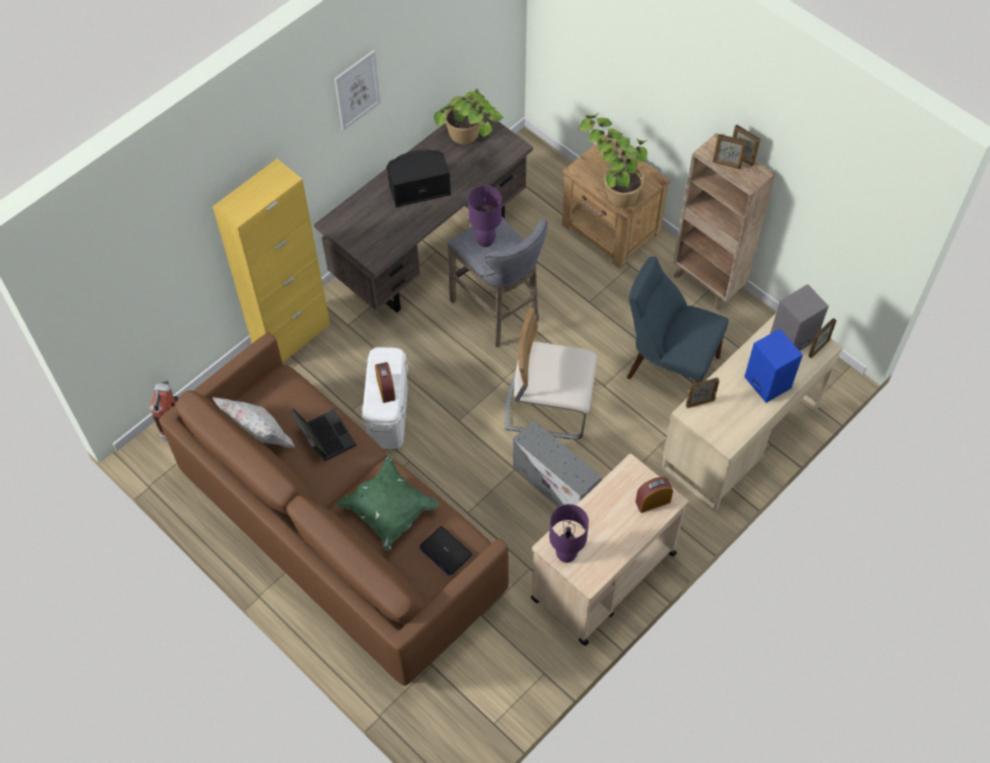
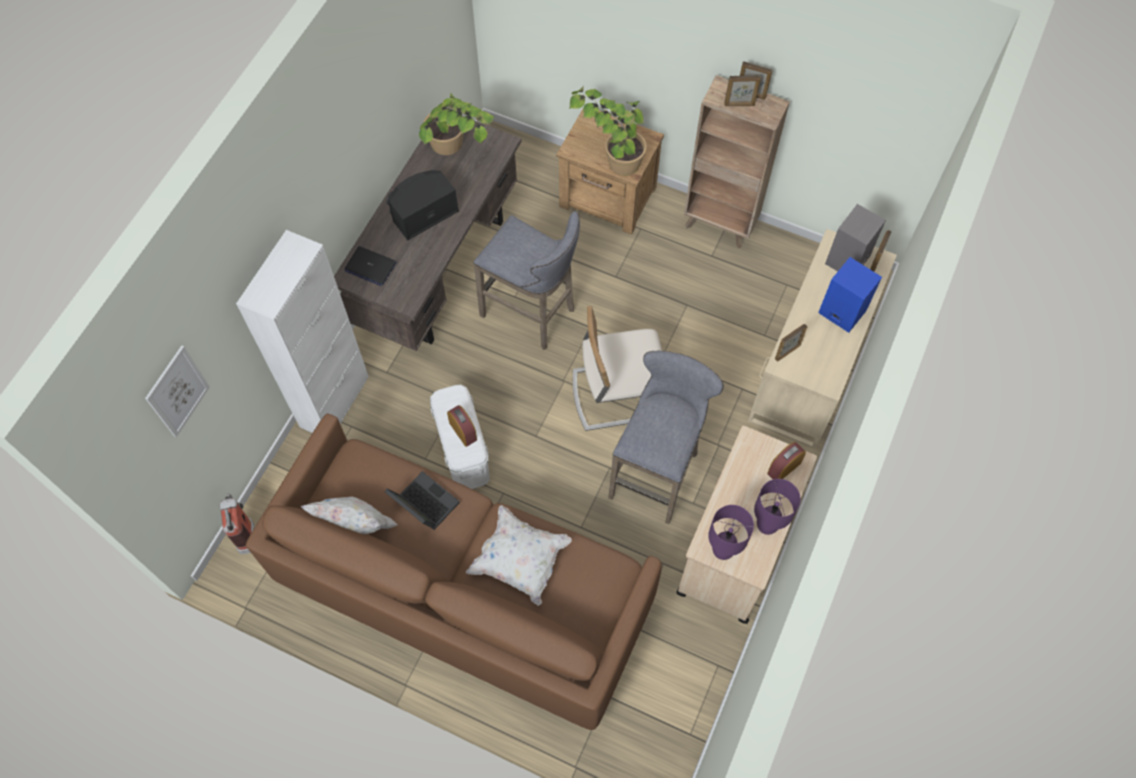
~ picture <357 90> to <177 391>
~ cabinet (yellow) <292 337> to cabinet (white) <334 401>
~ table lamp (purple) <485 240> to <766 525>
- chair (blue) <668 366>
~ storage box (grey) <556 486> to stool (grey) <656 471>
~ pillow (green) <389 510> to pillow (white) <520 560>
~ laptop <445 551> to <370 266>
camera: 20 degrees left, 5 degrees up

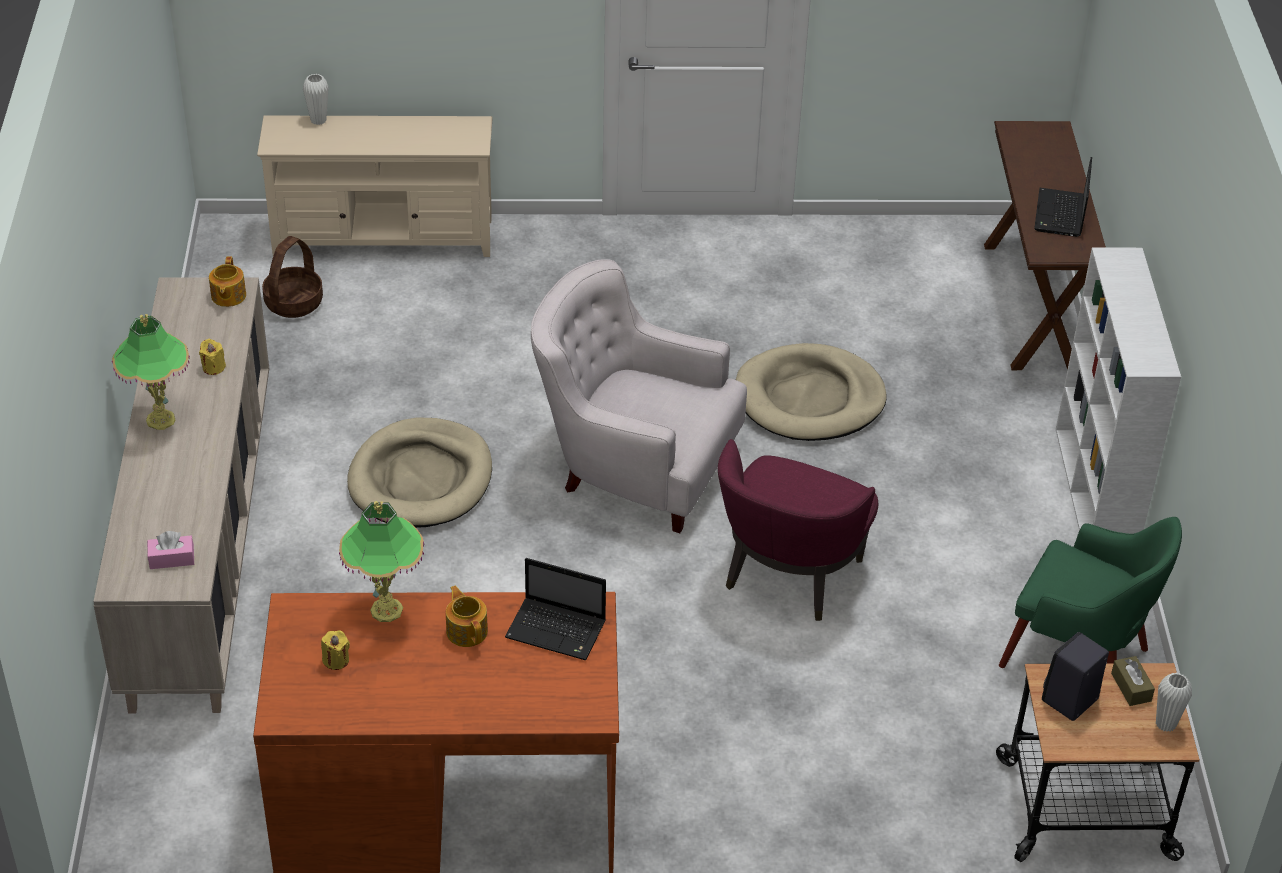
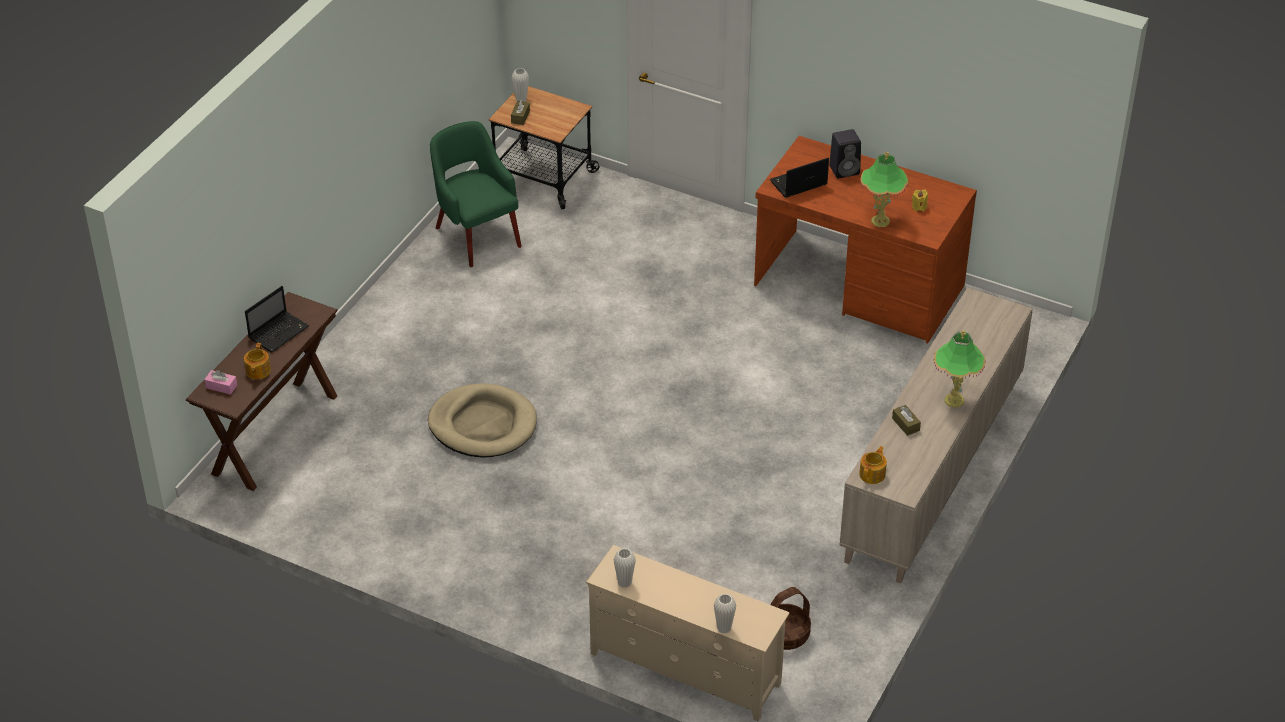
- bookcase (white) <1095 494>
- armchair (white) <633 466>
~ candle (yellow) <213 367> to tissue box (brown) <905 424>
- dog bed (beige) <421 479>
- armchair (purple) <789 576>
~ tissue box (pink) <172 559> to <221 386>
~ laptop <558 630> = <798 184> 75 degrees counterclockwise
~ teapot <467 630> to <257 371>
~ speaker (black) <1069 701> to <845 170>
+ vase (white) <624 582>
camera: 150 degrees left, 0 degrees up

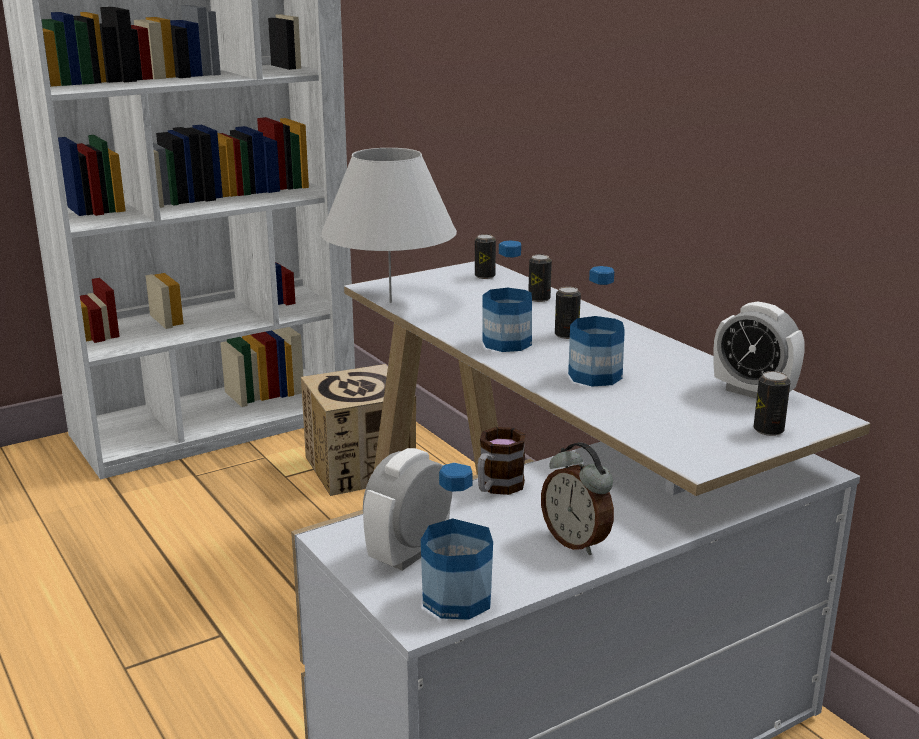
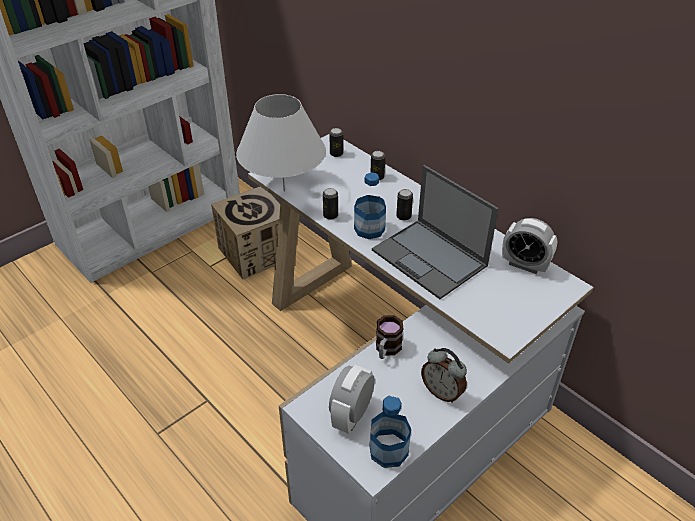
~ bottle <595 376> to laptop <430 258>
~ can <768 430> to <330 215>
camera: 10 degrees left, 20 degrees up

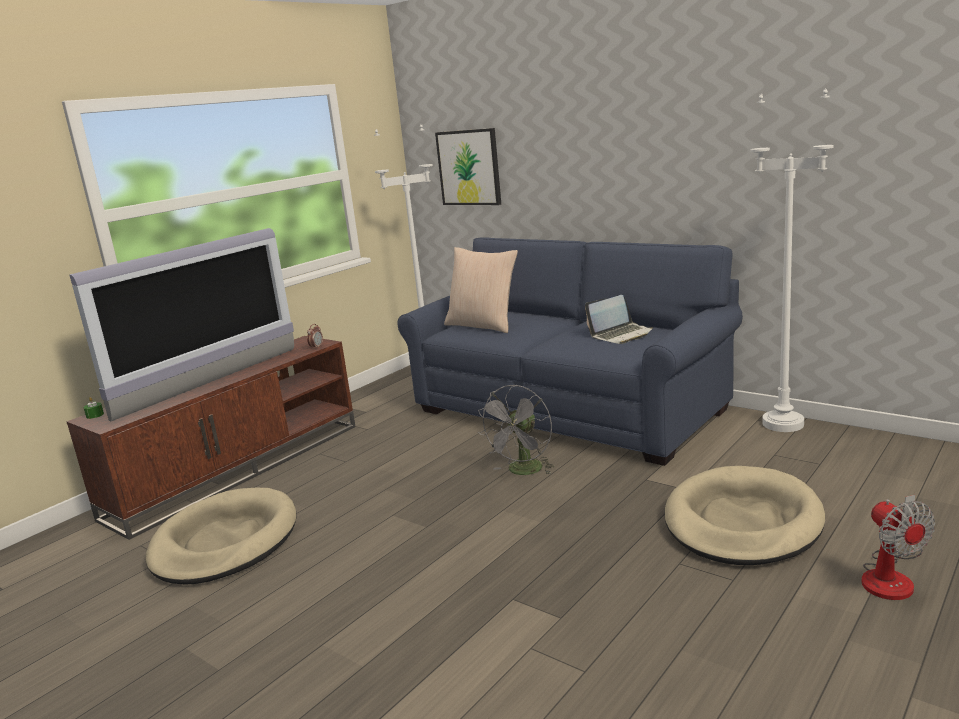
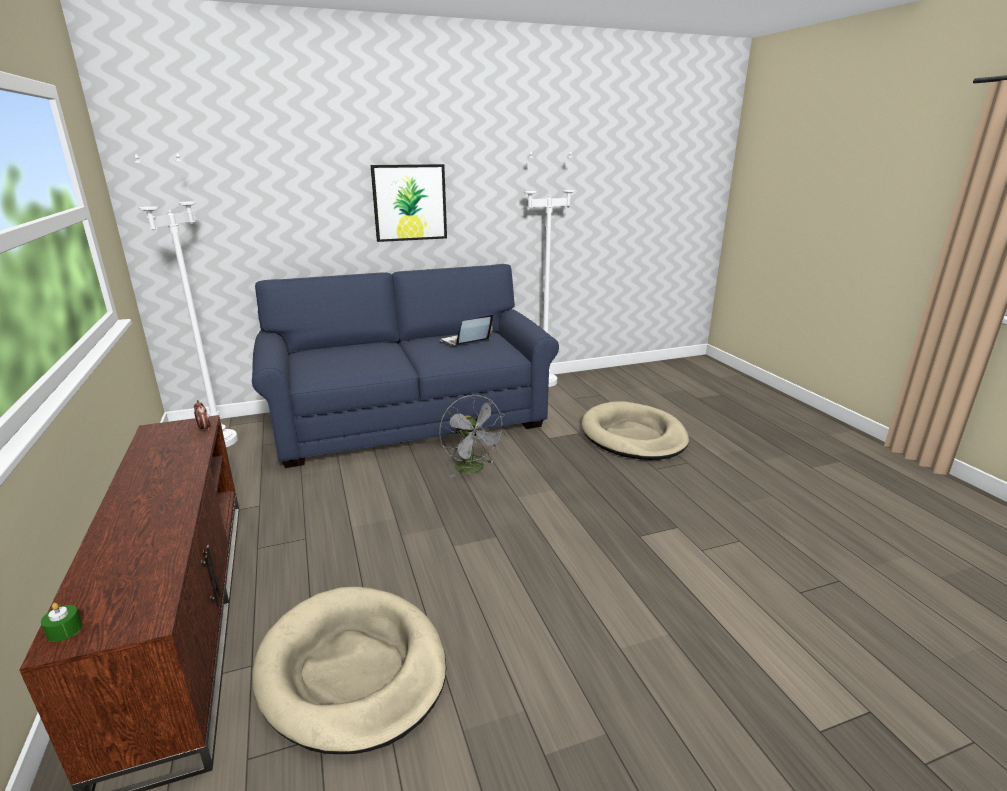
~ picture <469 167> to <409 202>
- television <212 381>
- pillow (beige) <483 325>
~ laptop <621 335> = <465 342> 135 degrees counterclockwise
- fan <891 576>
camera: 60 degrees left, 5 degrees up

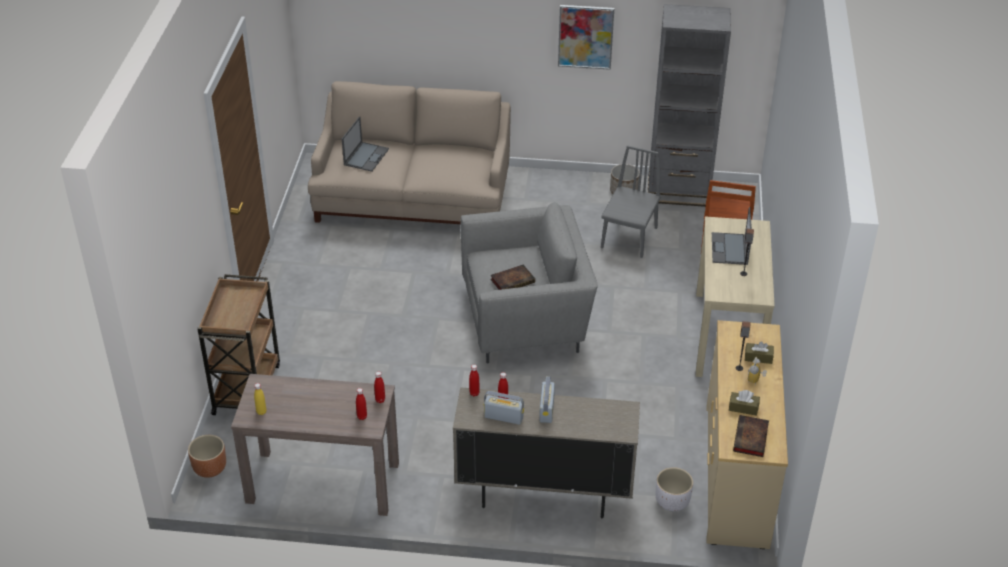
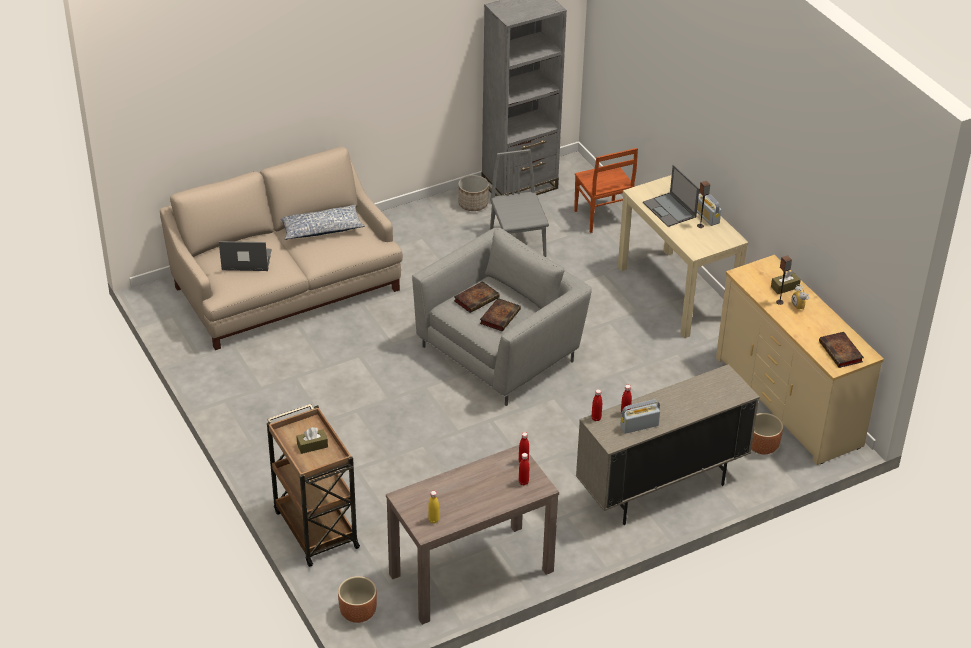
- picture <585 36>
~ laptop <366 156> = <246 260> 75 degrees counterclockwise
~ radio <546 409> to <706 216>
~ tissue box (brown) <743 408> to <312 445>
~ planter (white) <672 502> to planter (brown) <762 447>
+ pillow <321 229>
+ book <477 299>
camera: 35 degrees left, 0 degrees up

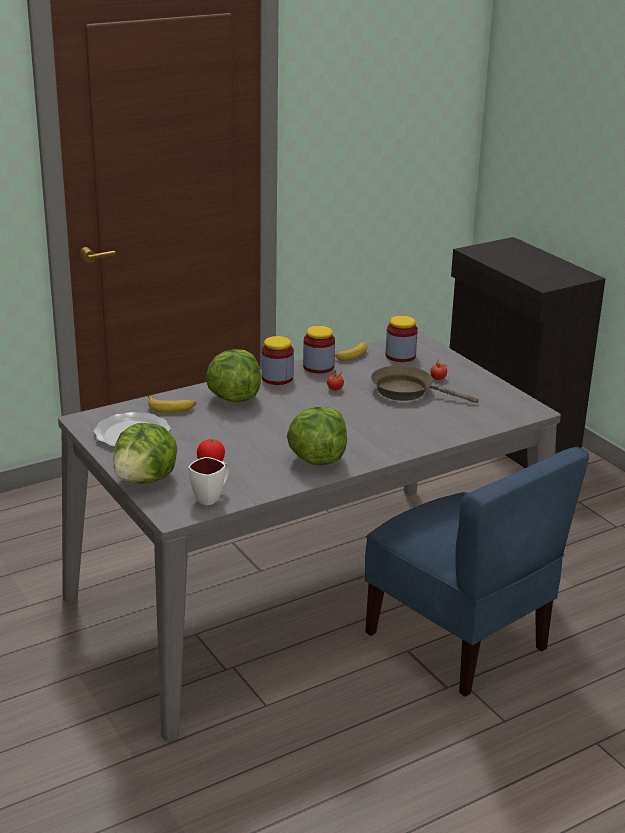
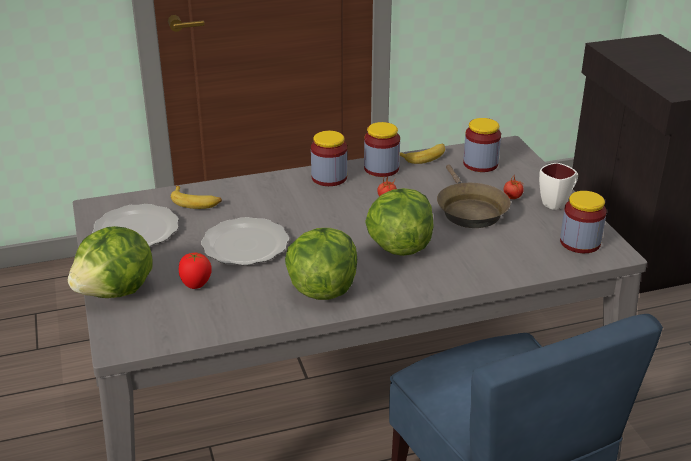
~ lettuce <233 398> to <399 246>
~ frying pan (brown) <407 391> = <469 210> 135 degrees counterclockwise
~ mug (white) <211 497> to <557 202>
+ jar <580 242>
+ plate <244 245>
camera: 15 degrees right, 5 degrees up

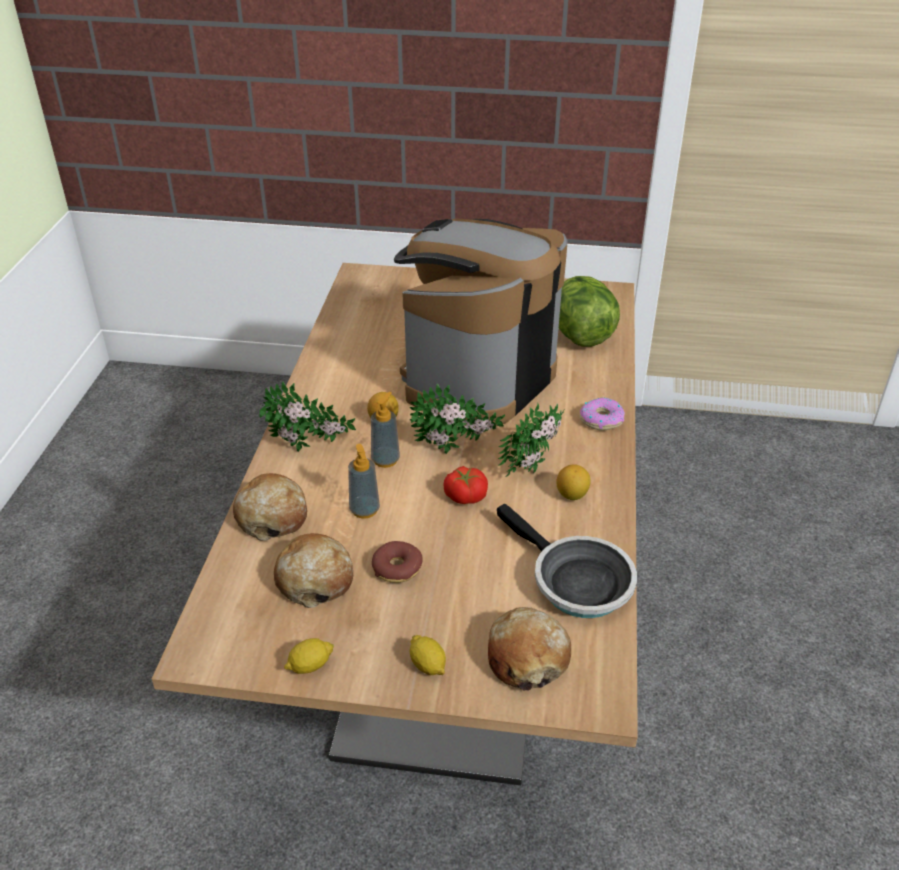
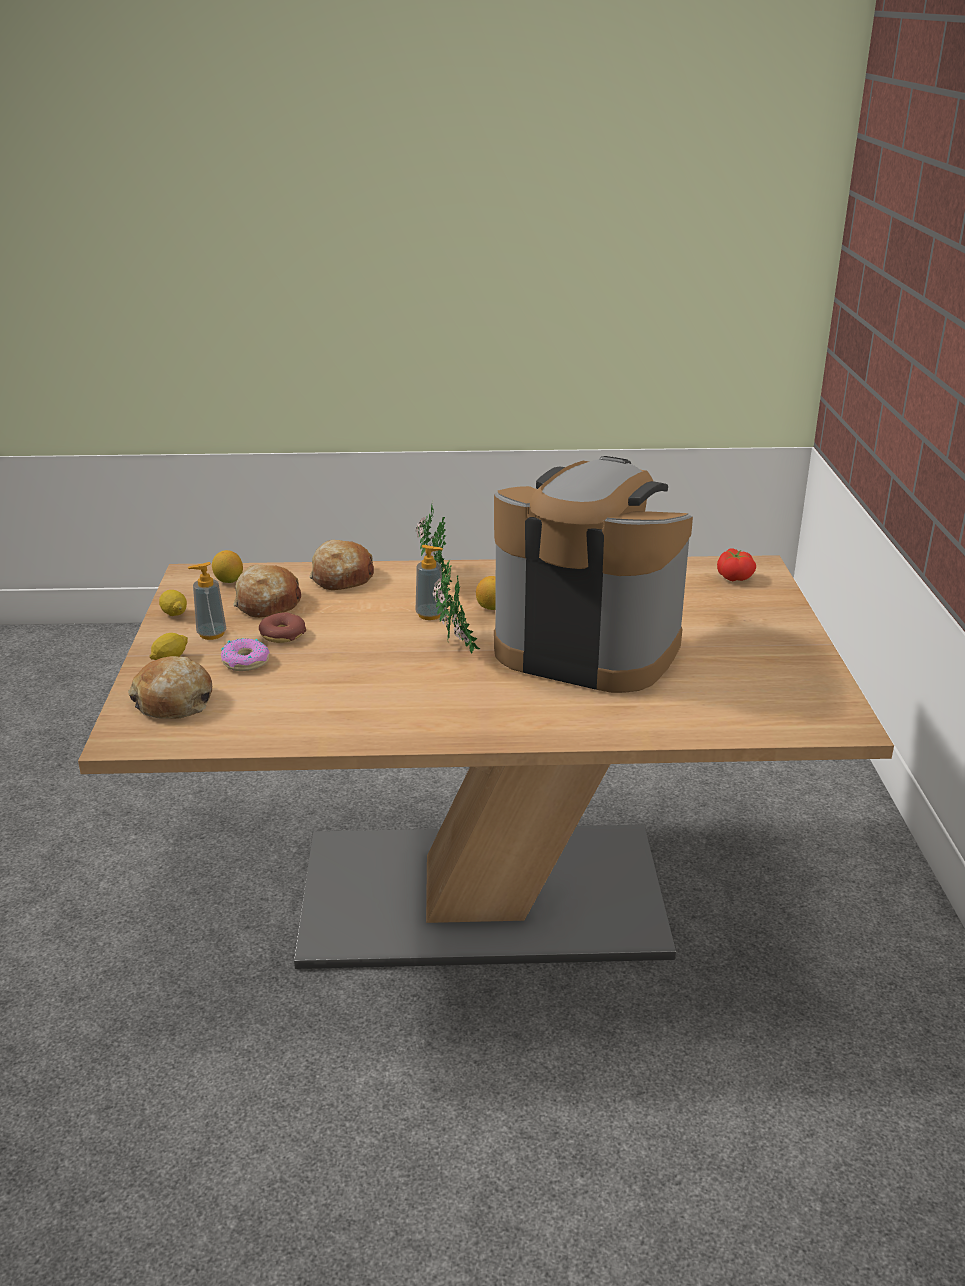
- lettuce <580 335>
~ donut <601 419> to <245 661>
- potted plant <535 465>
~ soap dispenser <364 510> to <211 634>
~ lemon <572 495> to <229 580>
~ tomato <465 495> to <735 577>
- frying pan <575 582>
camera: 80 degrees right, 10 degrees down

